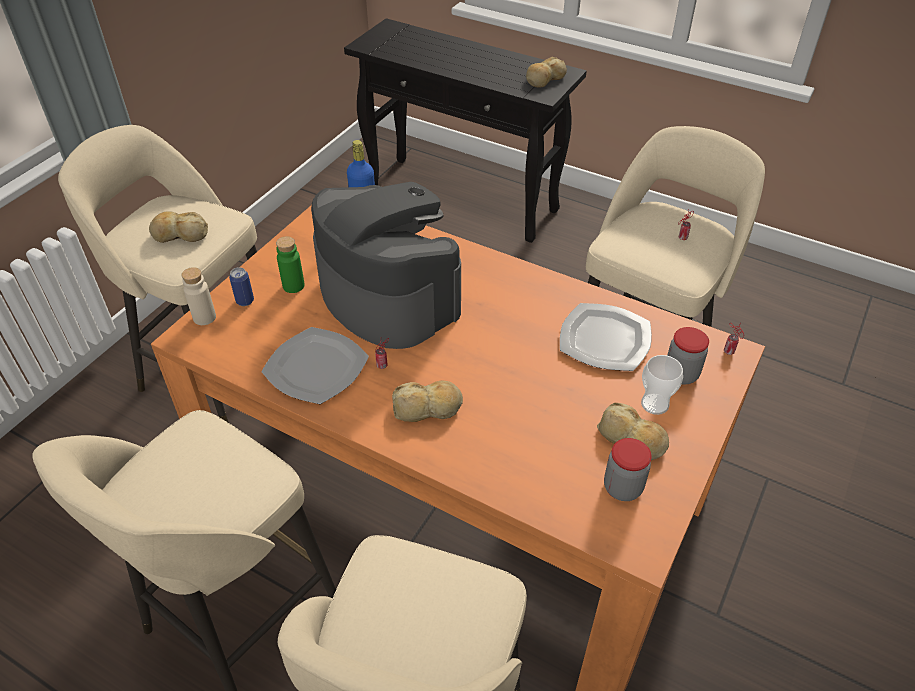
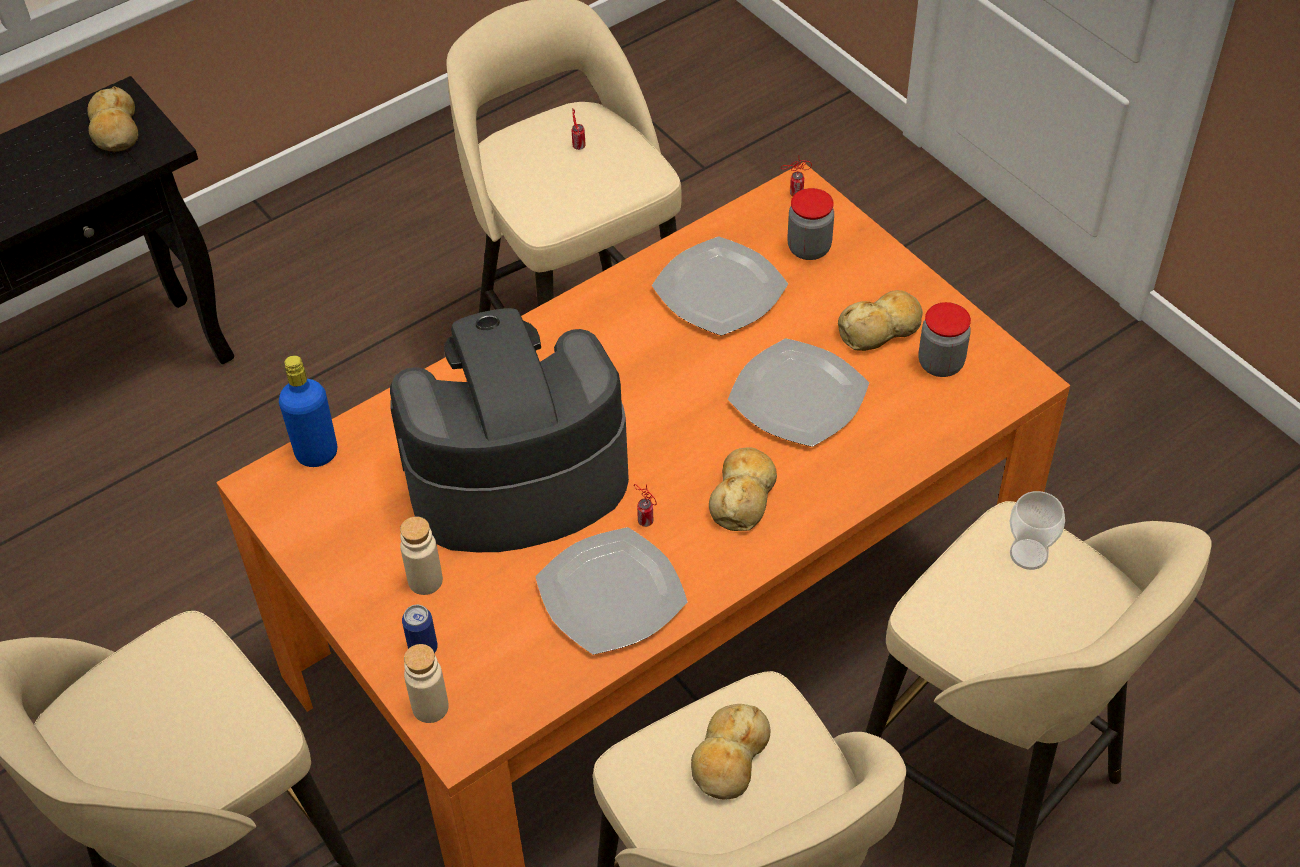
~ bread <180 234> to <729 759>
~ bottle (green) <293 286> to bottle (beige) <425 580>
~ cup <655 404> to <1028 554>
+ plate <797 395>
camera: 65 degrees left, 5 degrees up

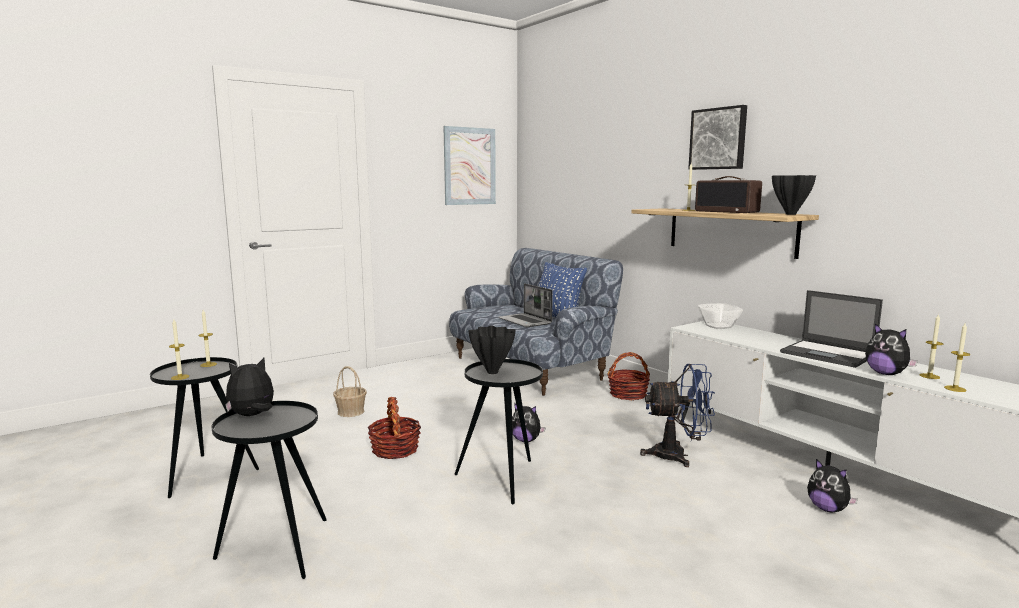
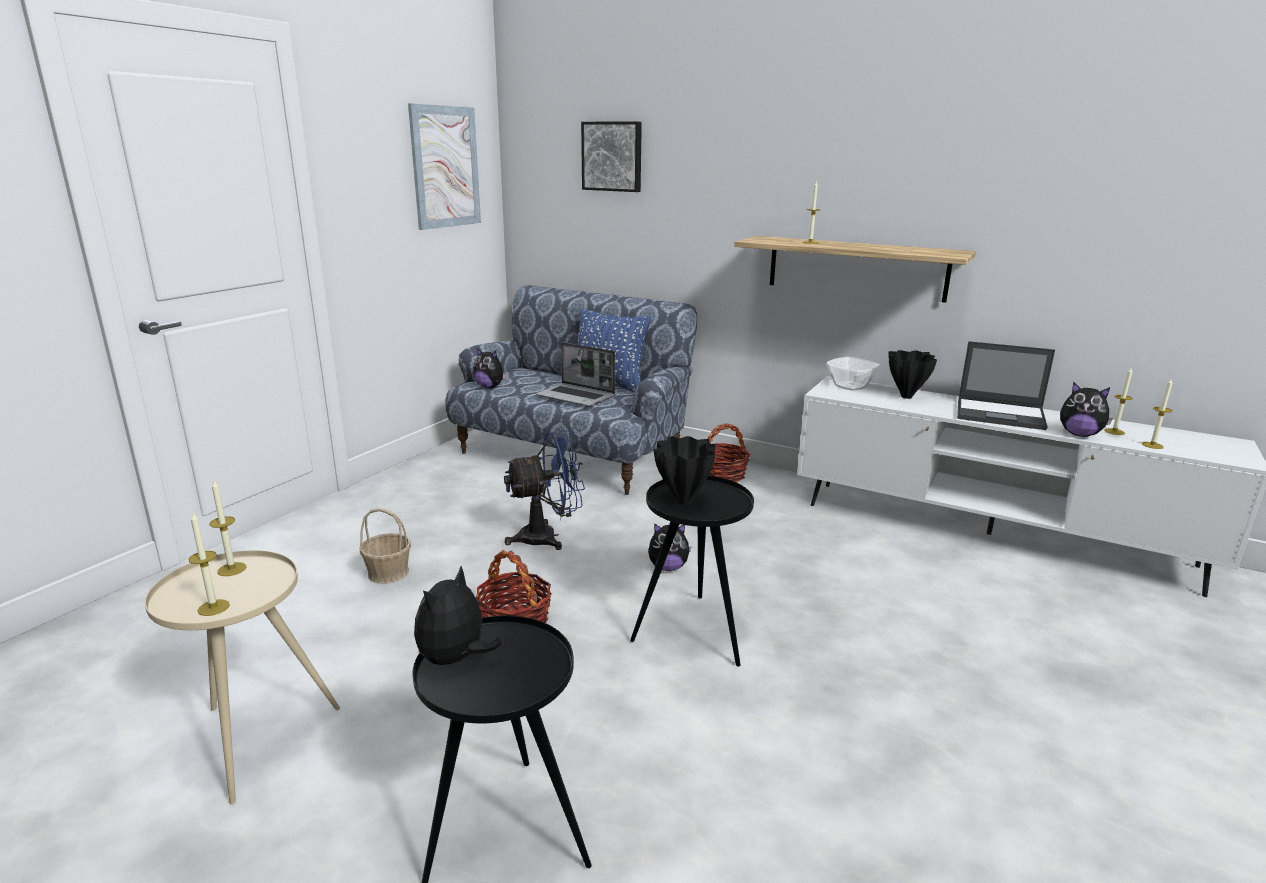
~ picture <718 139> to <612 156>
~ vase (black) <789 214> to <905 397>
- radio <727 212>
~ side table (black) <206 475> to side table (beige) <256 742>
~ fan (blue) <678 455> to <547 537>
~ plush toy <828 509> to <490 387>
camera: 25 degrees left, 10 degrees up

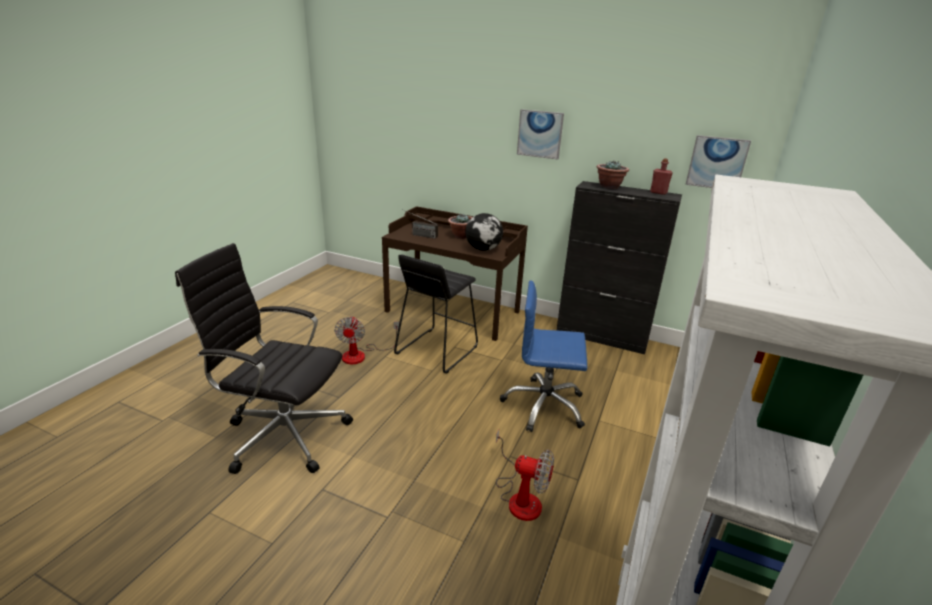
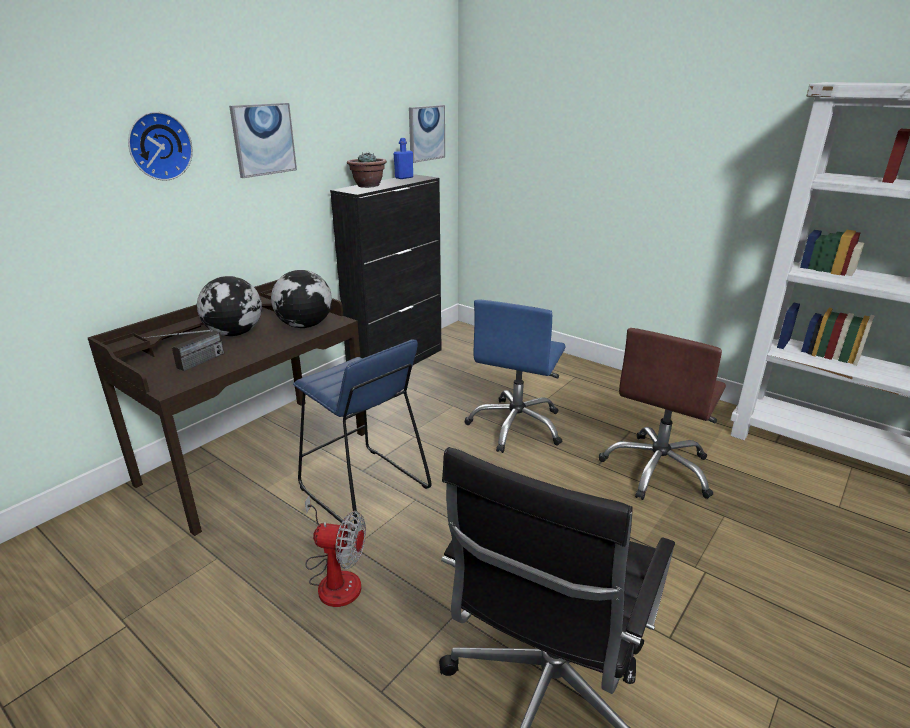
~ bottle (red) <658 192> to bottle (blue) <404 177>
~ potted plant <461 236> to globe <235 334>
~ stool (black) <436 350> to stool (blue) <363 488>
~ fan <520 497> to office chair (brown) <658 469>
+ wall clock <158 146>
camera: 75 degrees left, 0 degrees up

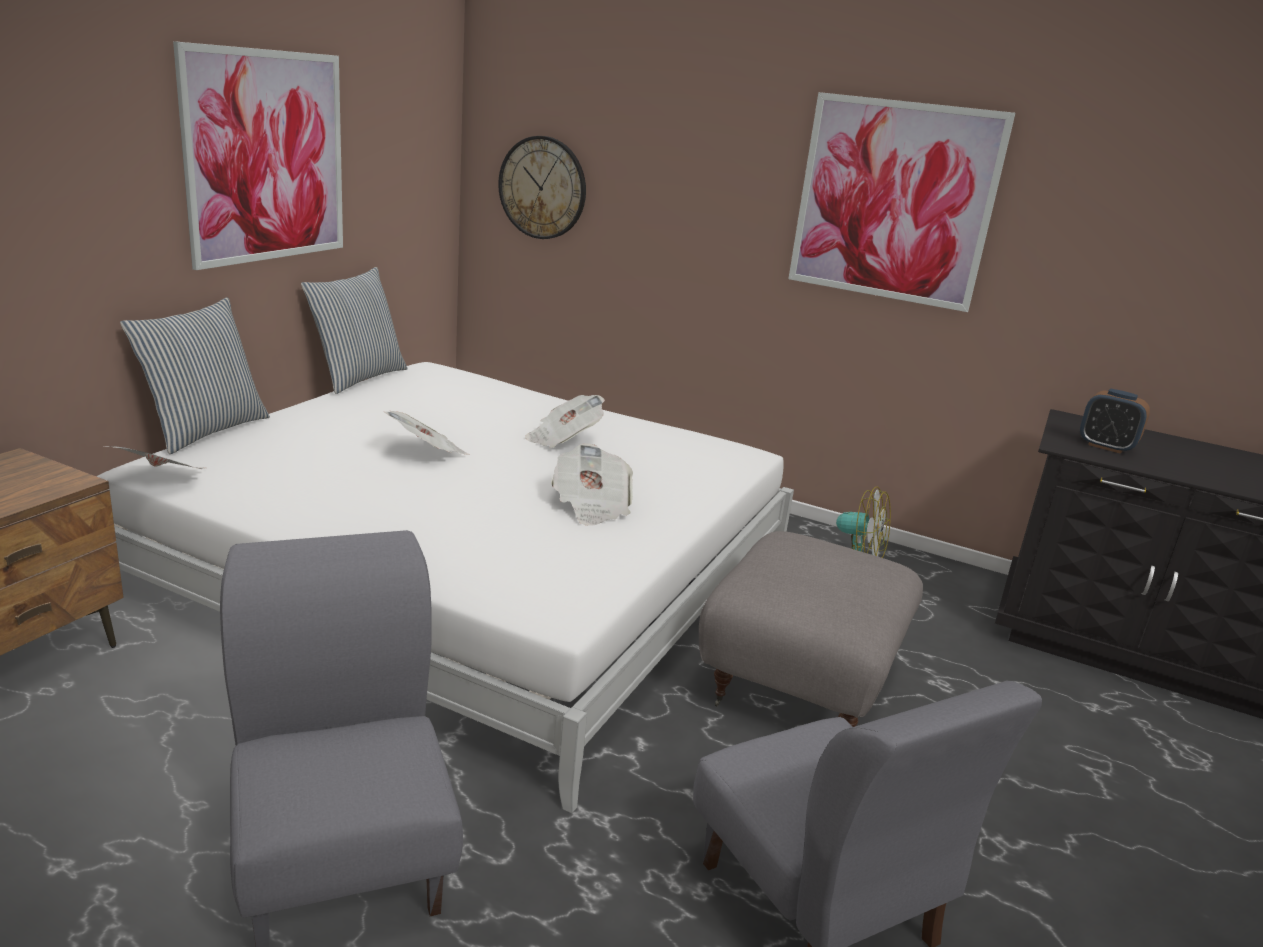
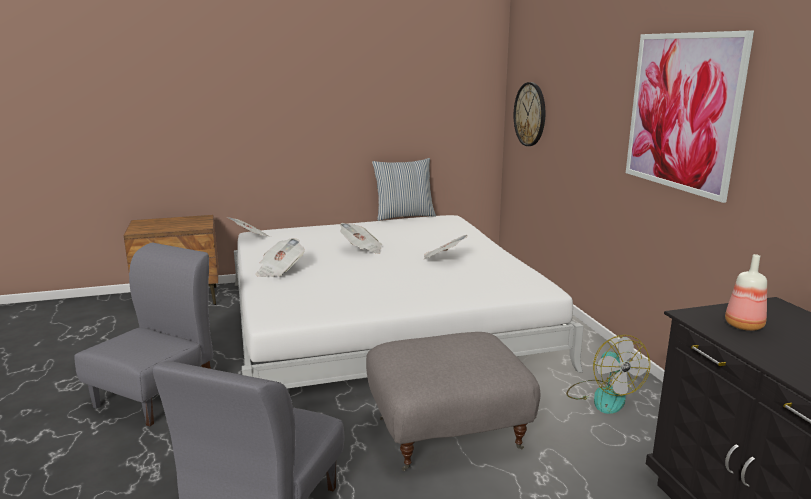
- picture <267 157>
- pillow <204 430>
~ alarm clock <1106 446> to bottle <745 326>
~ newspaper <591 506> to <279 271>
camera: 50 degrees right, 5 degrees down

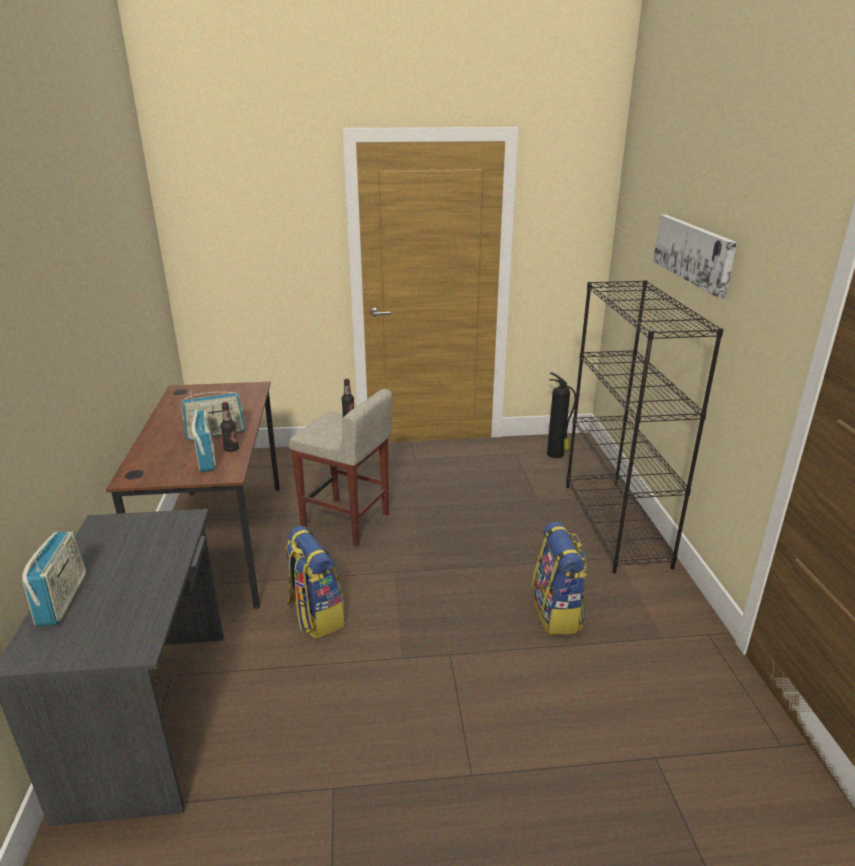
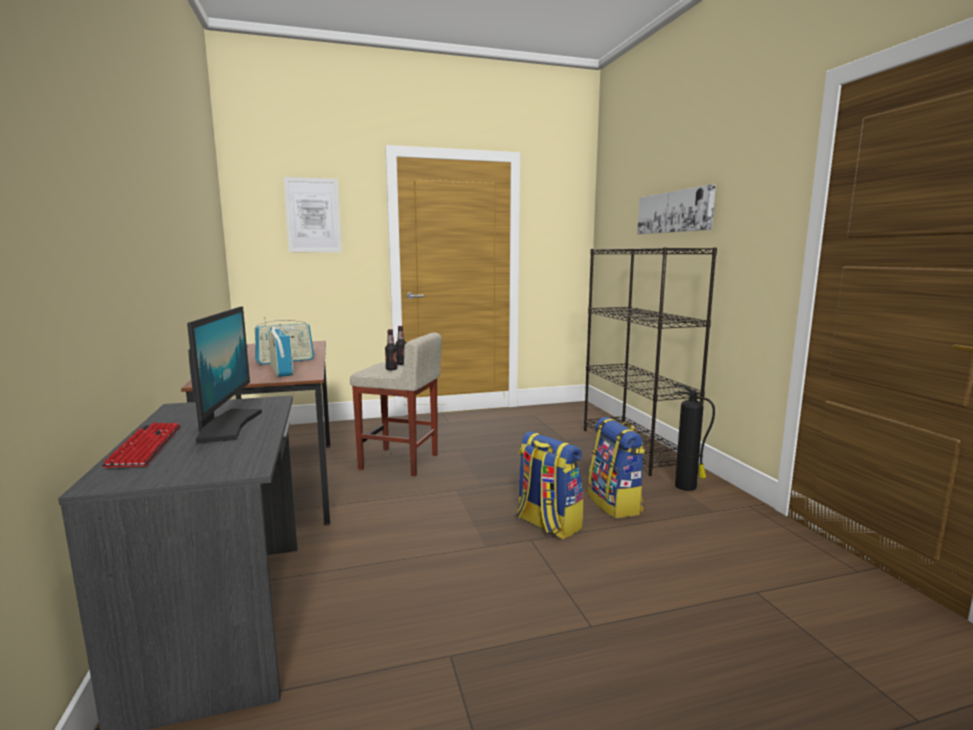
~ fire extinguisher <556 455> to <687 487>
~ bottle <231 449> to <391 369>
~ backpack <315 616> to <547 524>
~ radio <63 599> to keyboard <146 446>
+ picture <313 215>
+ monitor <227 426>
camera: 10 degrees left, 15 degrees down

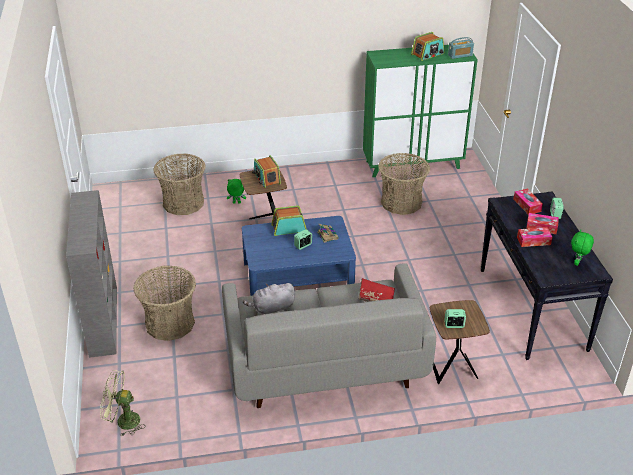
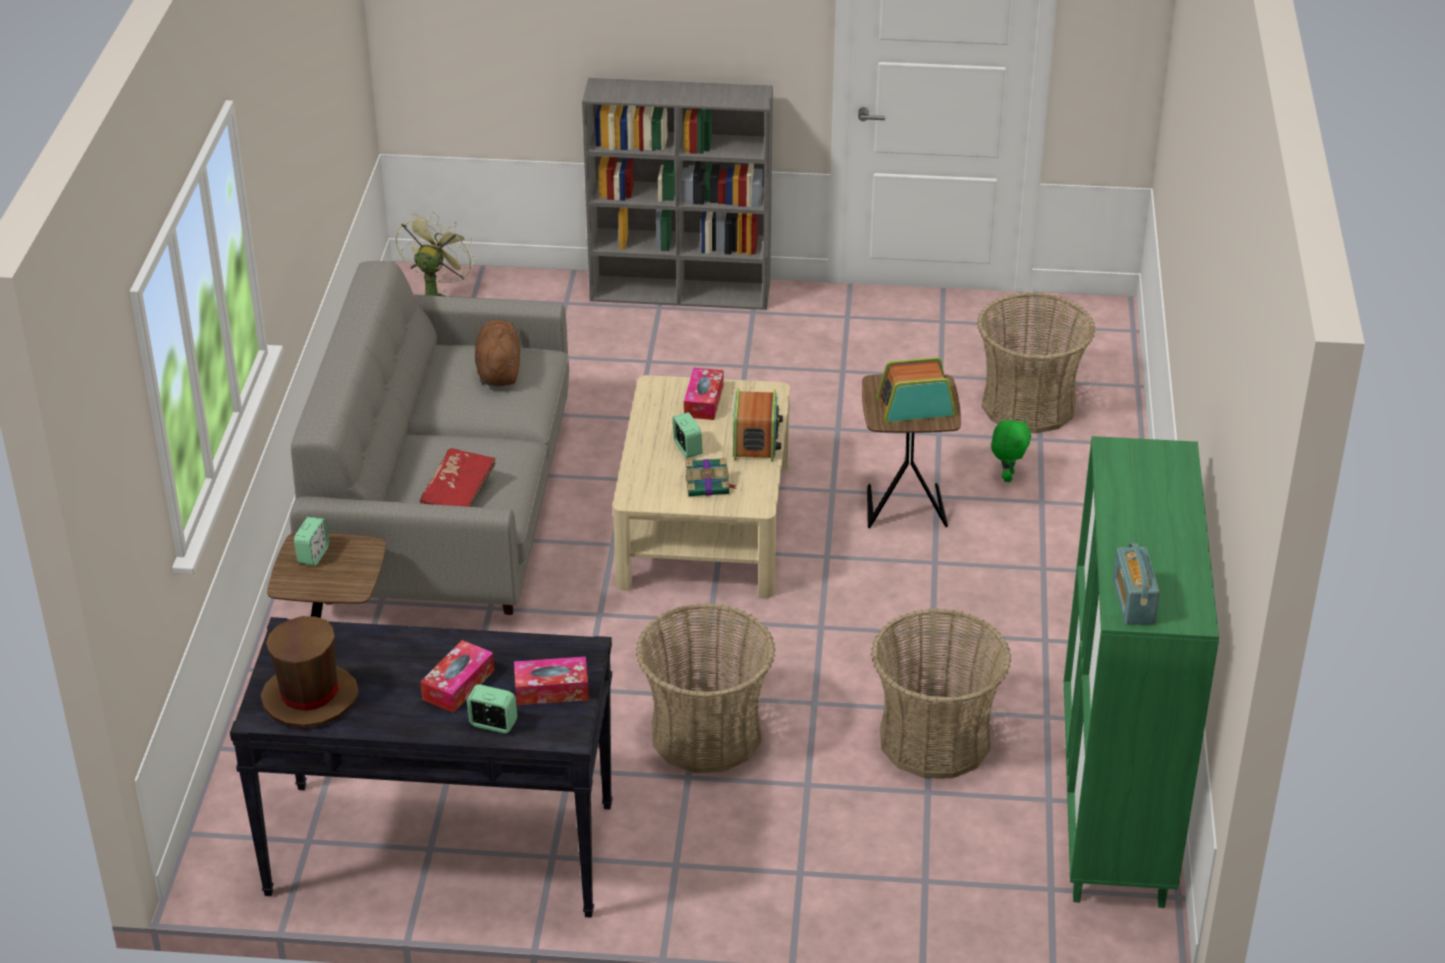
- radio <427 54>
~ coffee table (blue) <298 278> to coffee table (beige) <704 523>
~ tissue box <533 241> to <703 401>
~ plush toy (green) <577 263> to hat (brown) <310 698>
~ basket <170 323> to <706 734>
~ plush toy (grey) <272 308> to plush toy (brown) <498 371>
camera: 105 degrees right, 0 degrees up

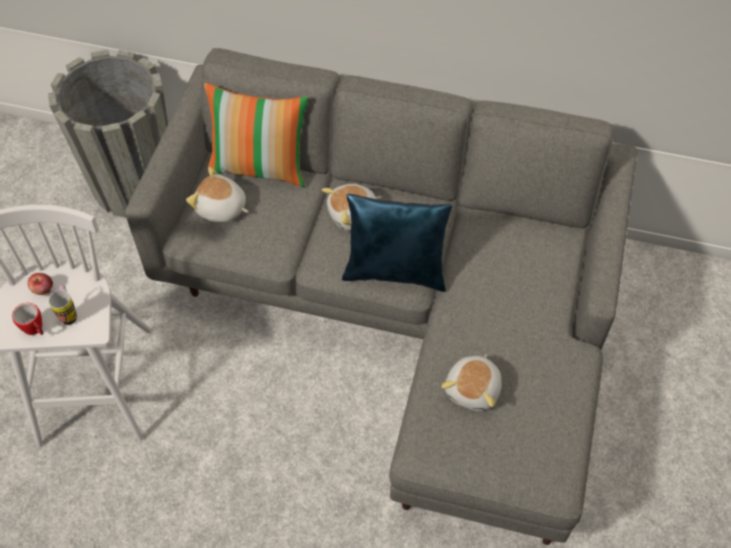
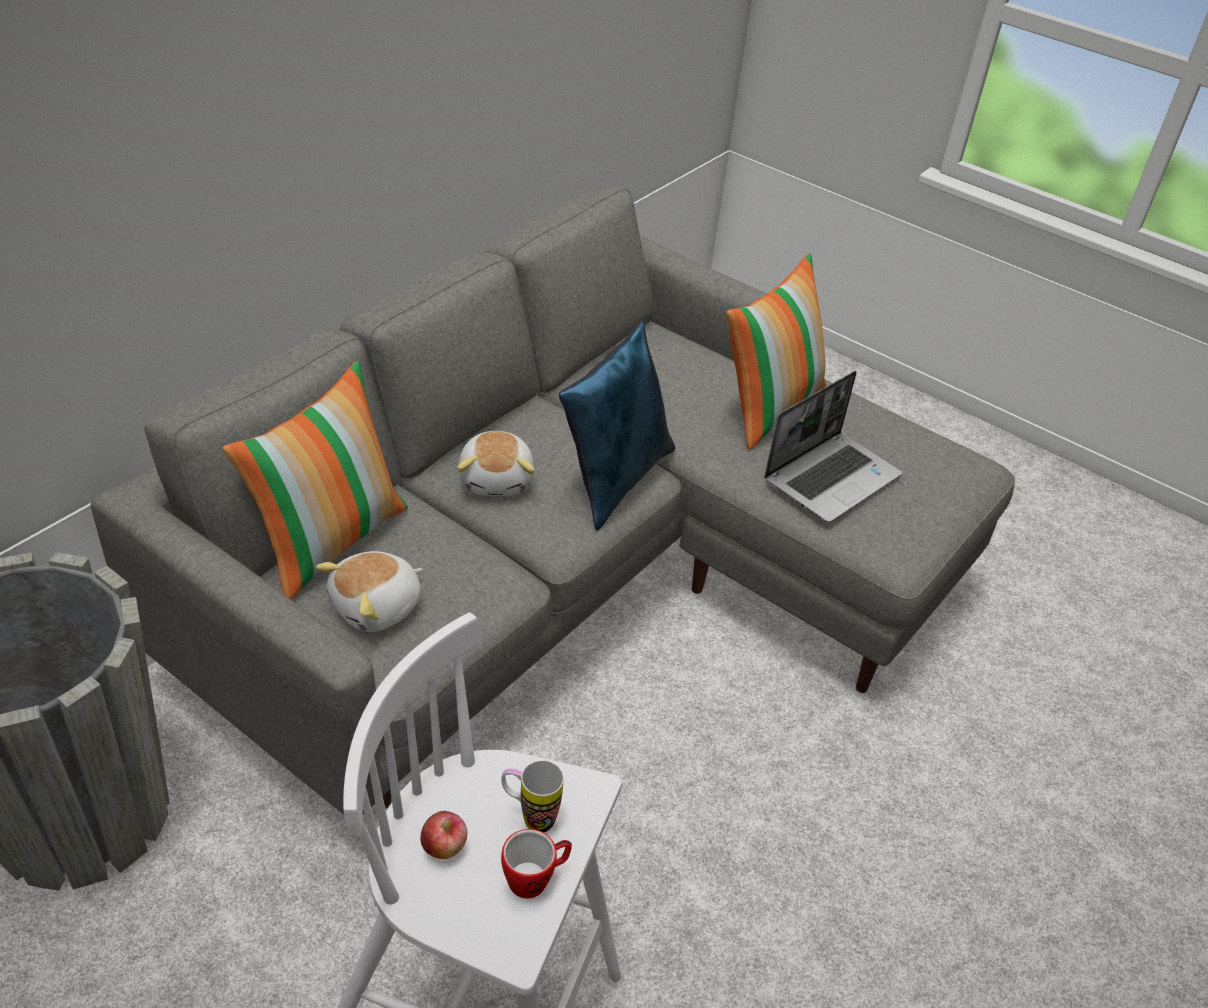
~ plush toy <474 389> to laptop <832 477>
+ pillow <768 406>
camera: 70 degrees left, 15 degrees down

